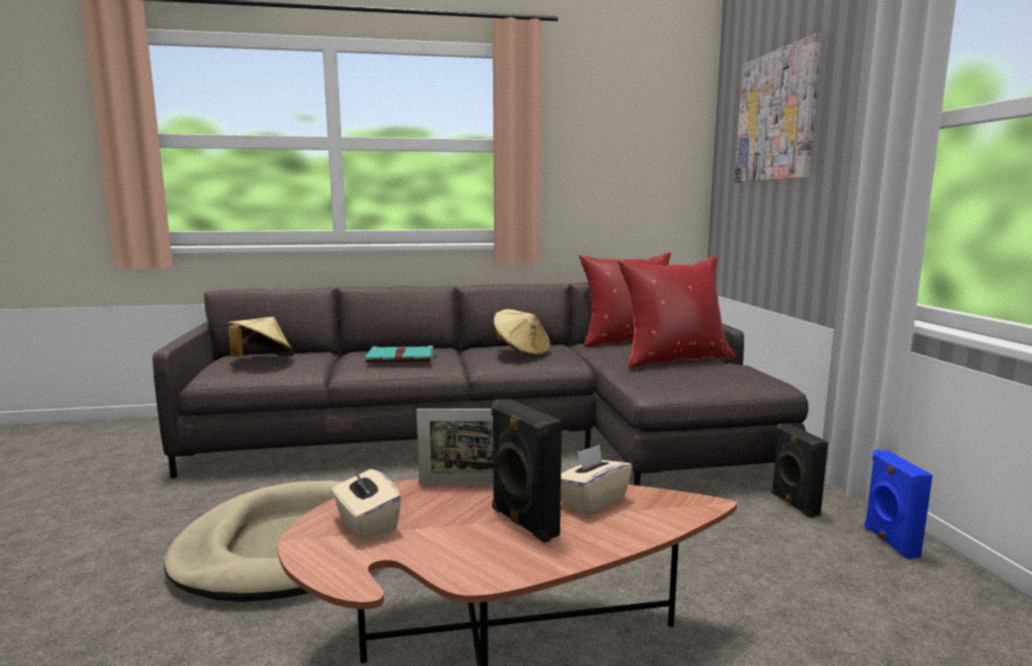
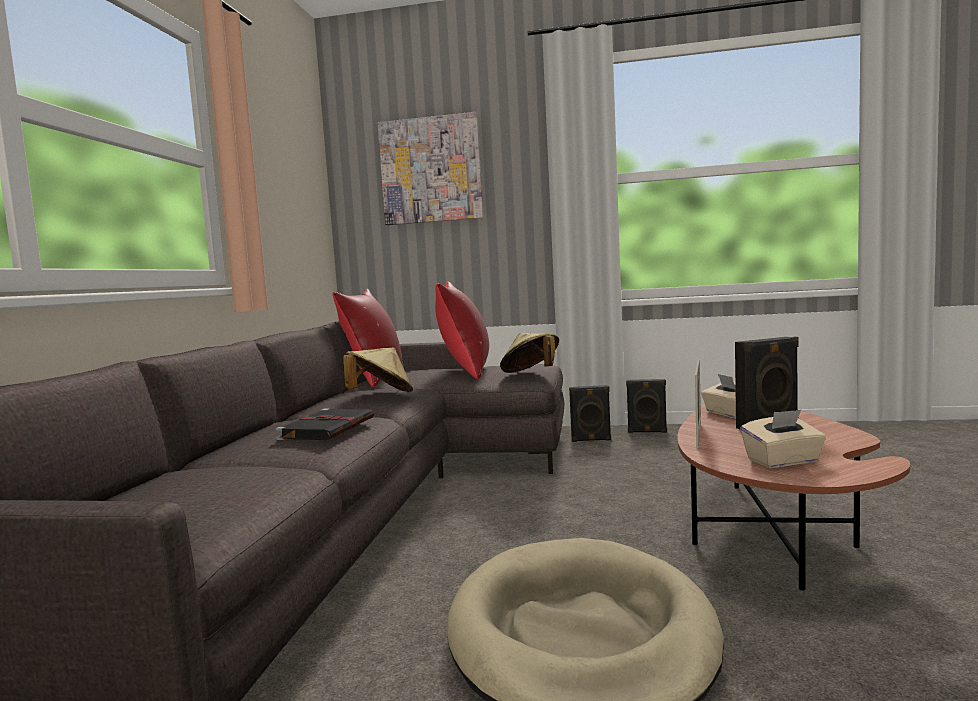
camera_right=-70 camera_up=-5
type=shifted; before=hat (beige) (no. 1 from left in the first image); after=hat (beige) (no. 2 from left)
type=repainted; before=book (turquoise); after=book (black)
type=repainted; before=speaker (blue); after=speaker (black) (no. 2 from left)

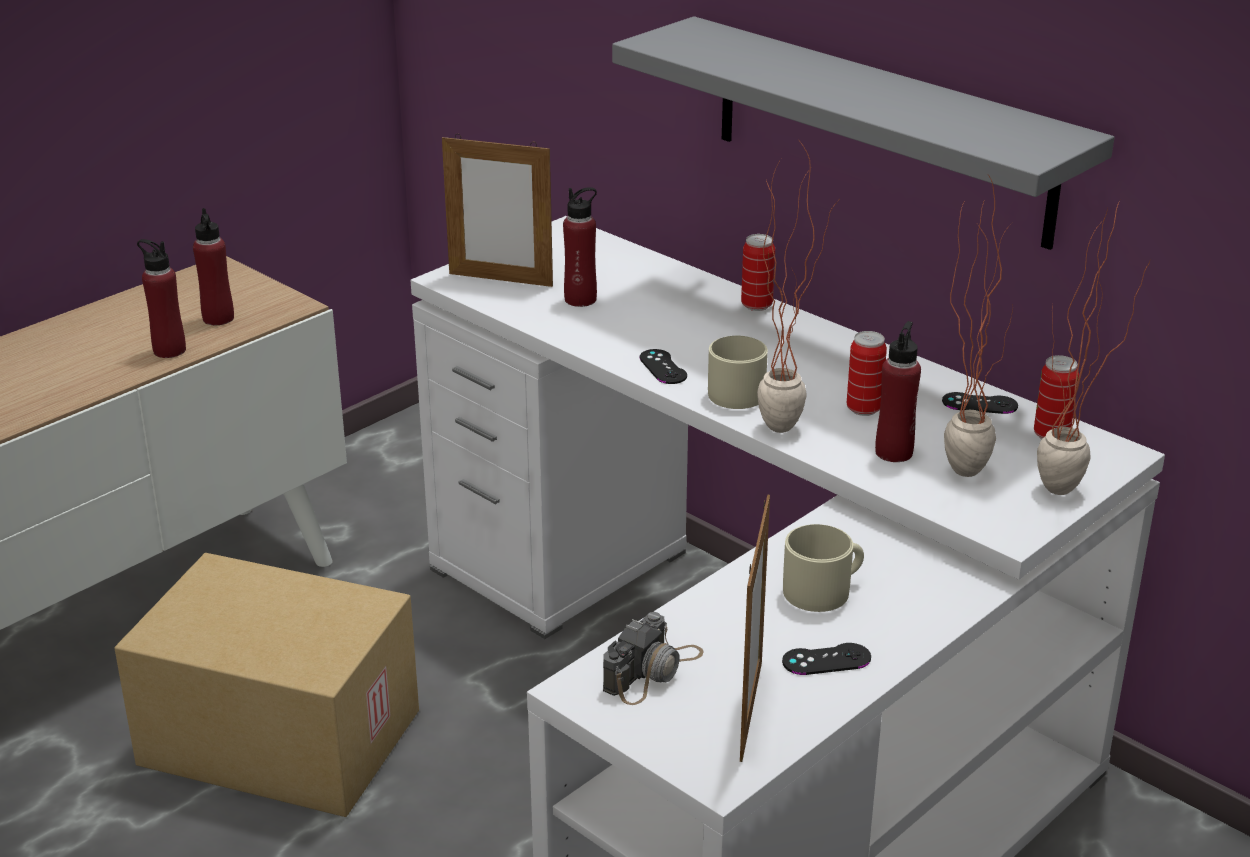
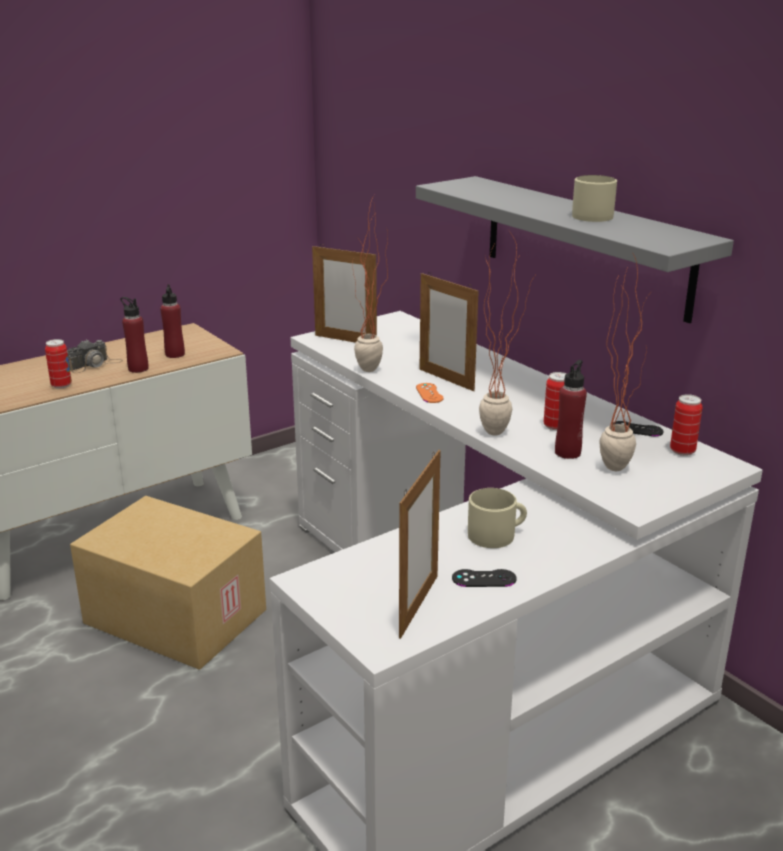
camera_right=10 camera_up=-5
type=gone; before=bottle (red) (no. 3 from left)
type=shifted; before=photo camera
type=repainted; before=game controller (black) (no. 1 from left); after=game controller (orange)
type=shifted; before=mug (beige) (no. 1 from left in the first image); after=mug (beige) (no. 2 from left)
type=shifted; before=can (no. 1 from left)
type=shifted; before=potted plant (no. 3 from left in the first image); after=potted plant (no. 1 from left)
type=new; after=picture frame (no. 3 from left)

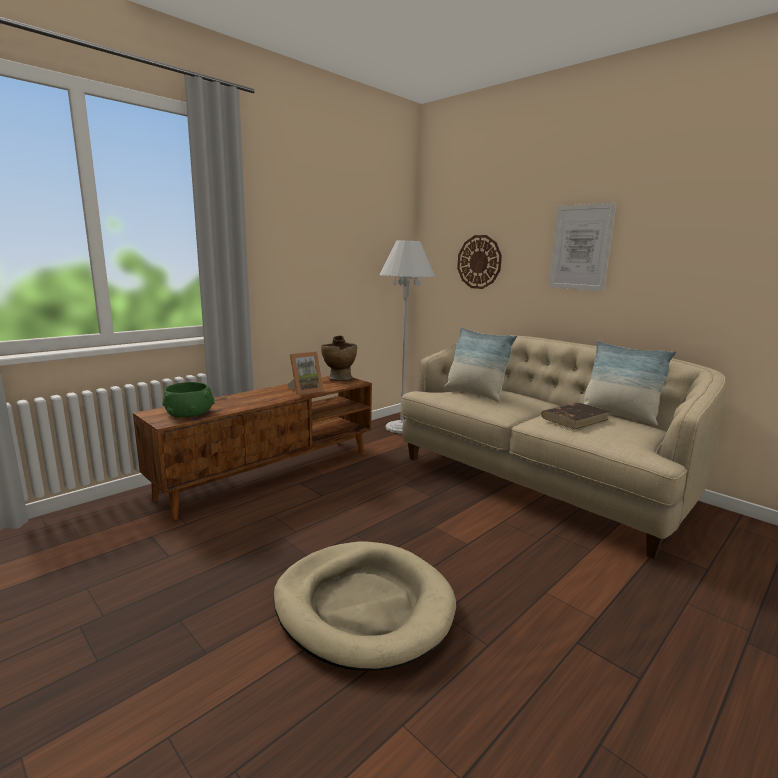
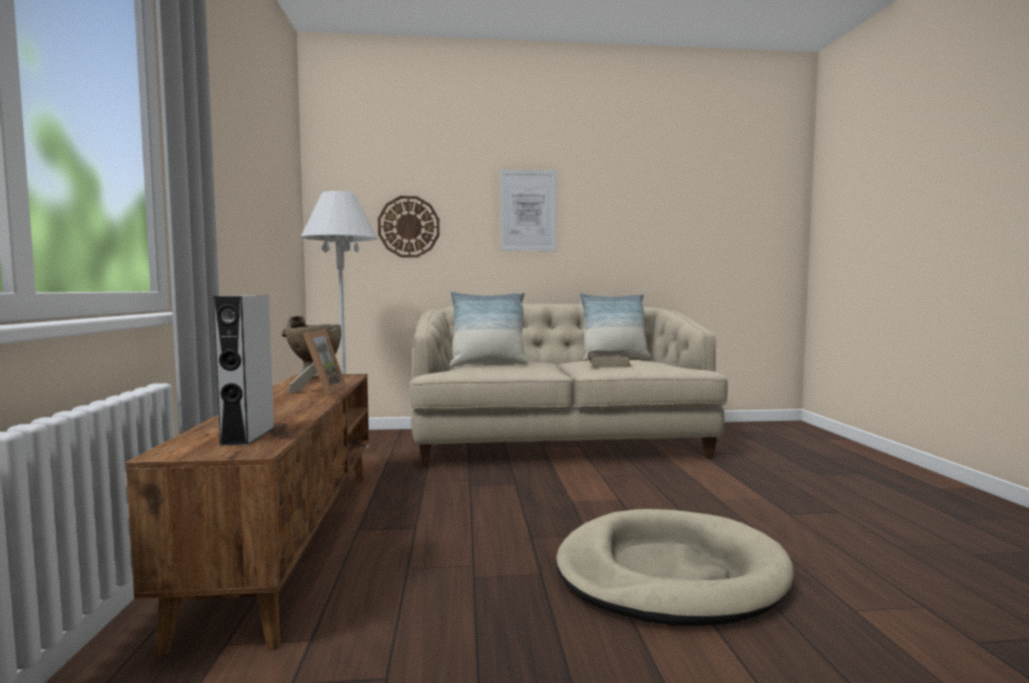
camera_right=-50 camera_up=-10
type=swapped; before=bowl (green); after=speaker (grey)

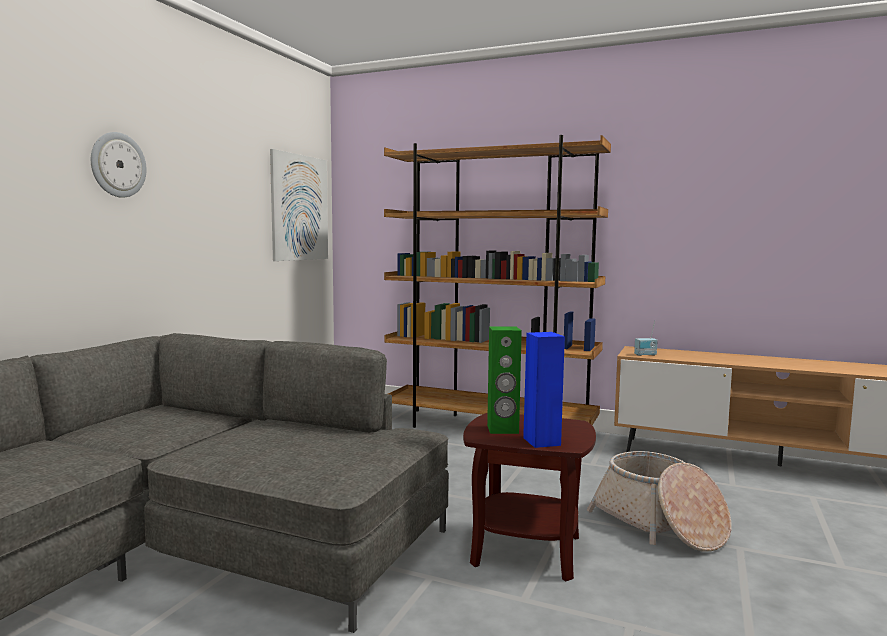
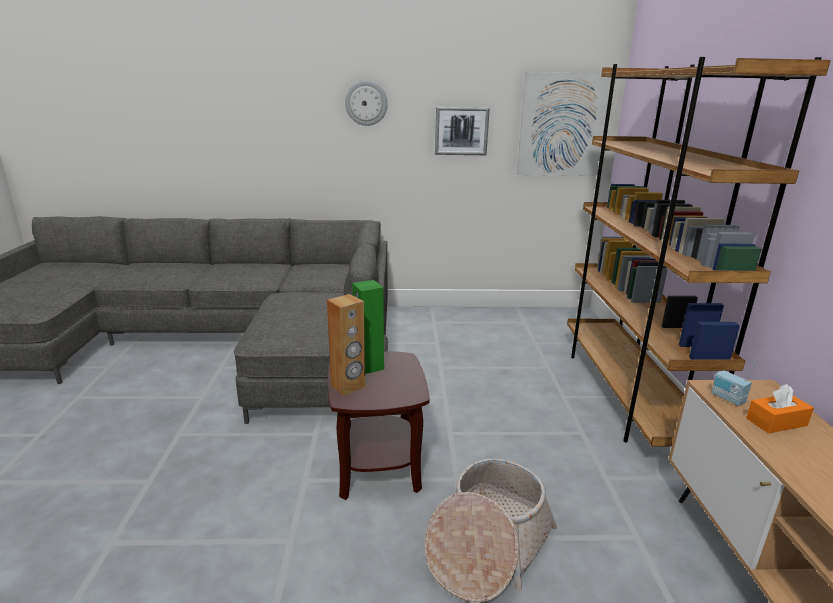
camera_right=65 camera_up=15
type=repainted; before=speaker (blue); after=speaker (brown)
type=new; after=picture (no. 1 from left)
type=new; after=tissue box (orange)

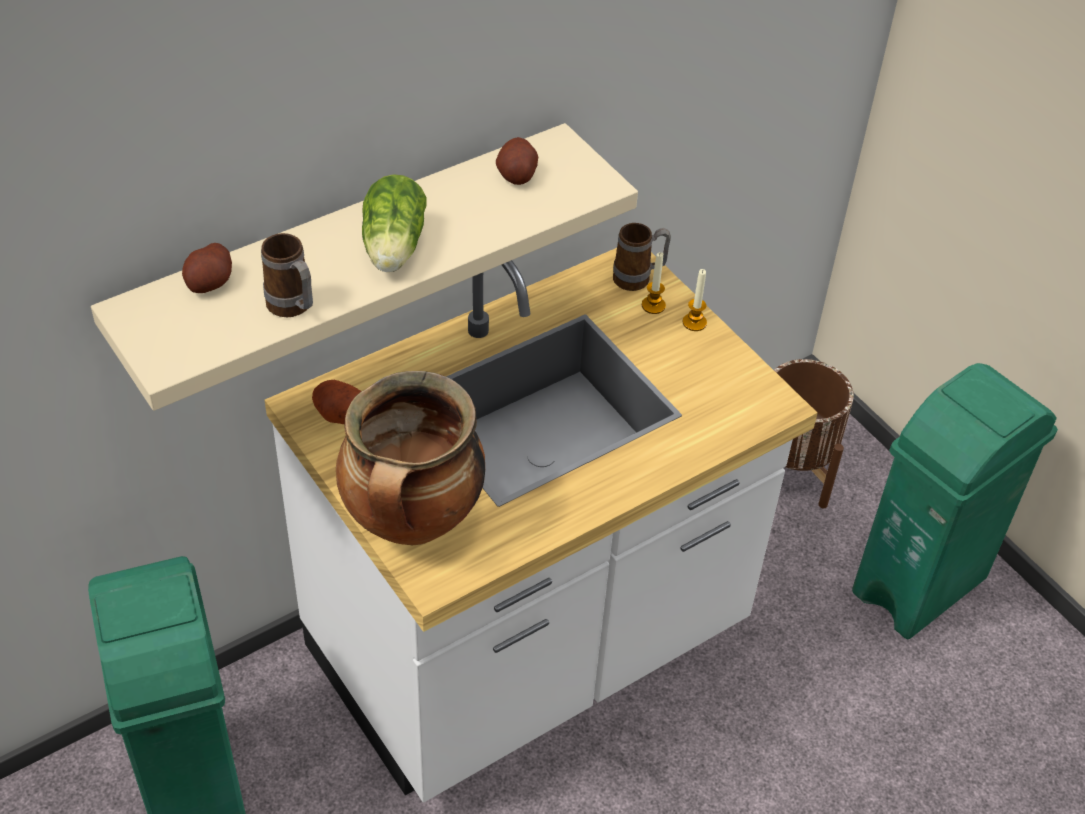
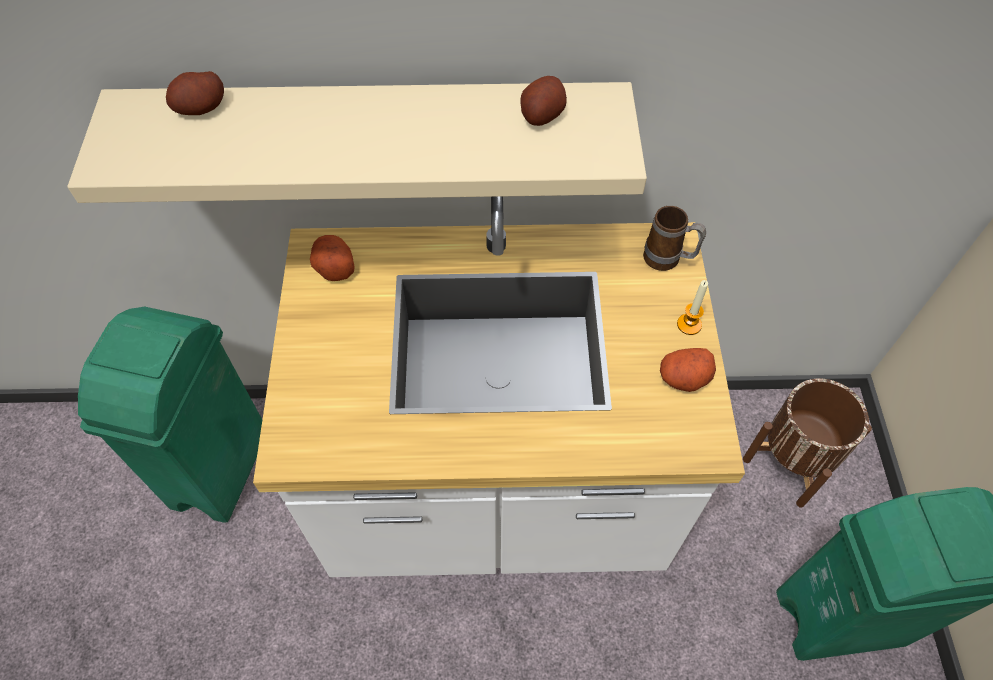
camera_right=35 camera_up=10
type=gone; before=mug (no. 1 from left)
type=gone; before=cooking pot
type=gone; before=lettuce
type=gone; before=candle (no. 1 from left)
type=new; after=potato (no. 4 from left)

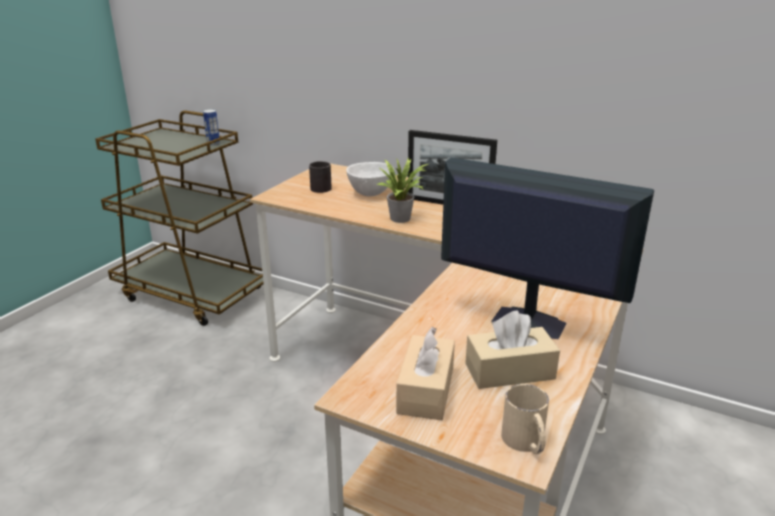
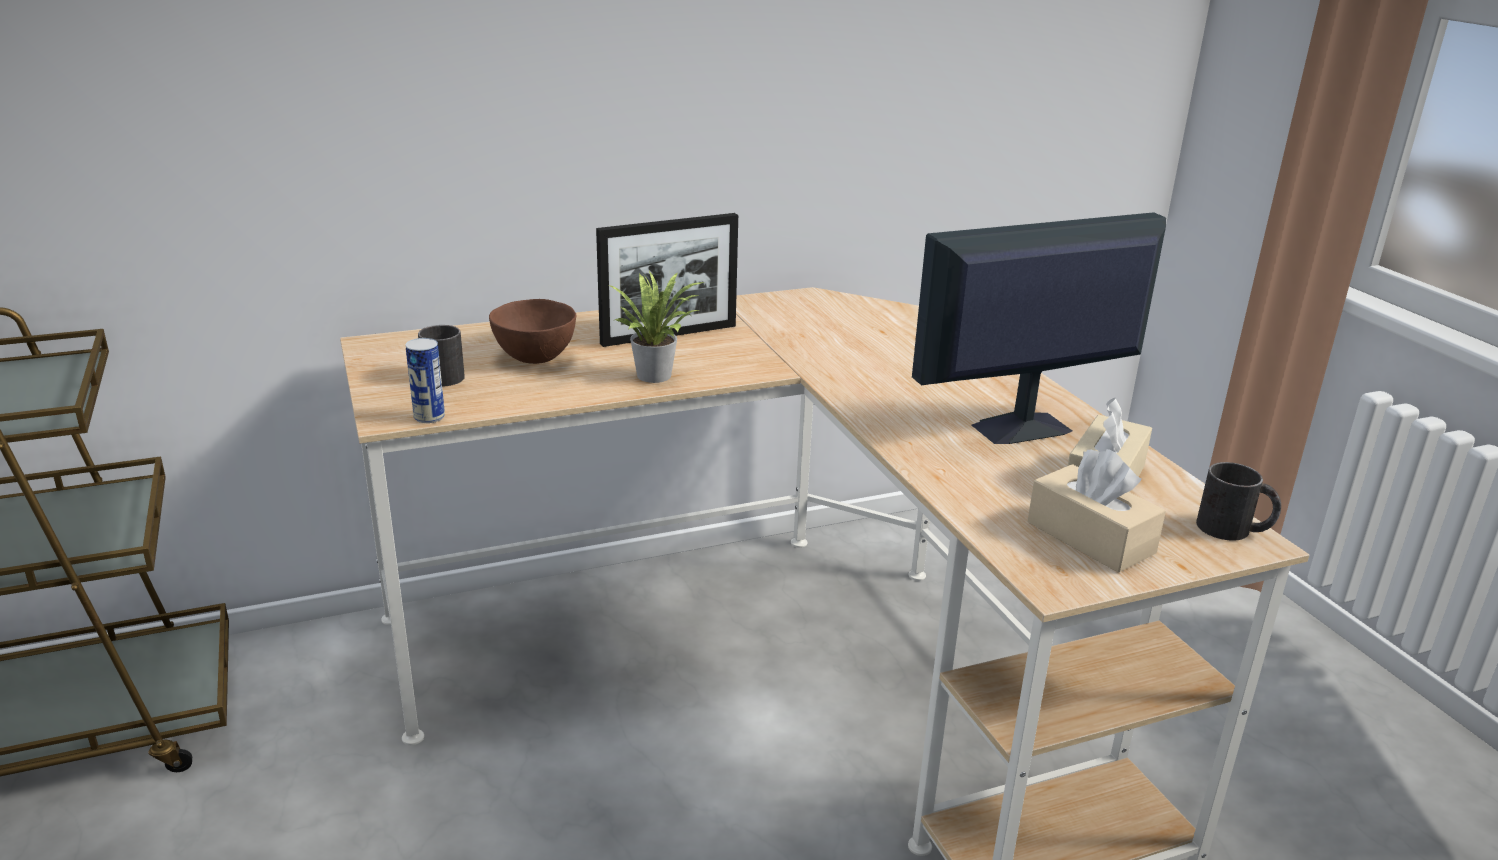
camera_right=-50 camera_up=0
type=shifted; before=can
type=repainted; before=bowl (white); after=bowl (brown)
type=repainted; before=mug (beige); after=mug (black) (no. 2 from left)

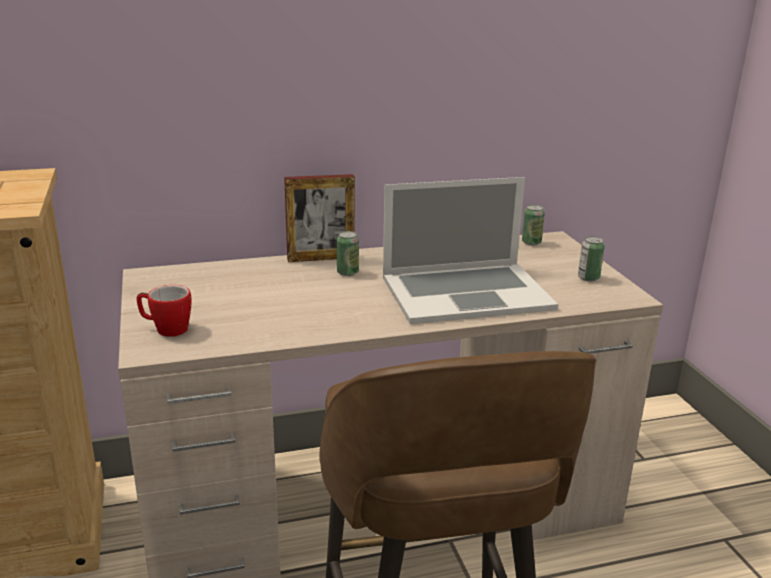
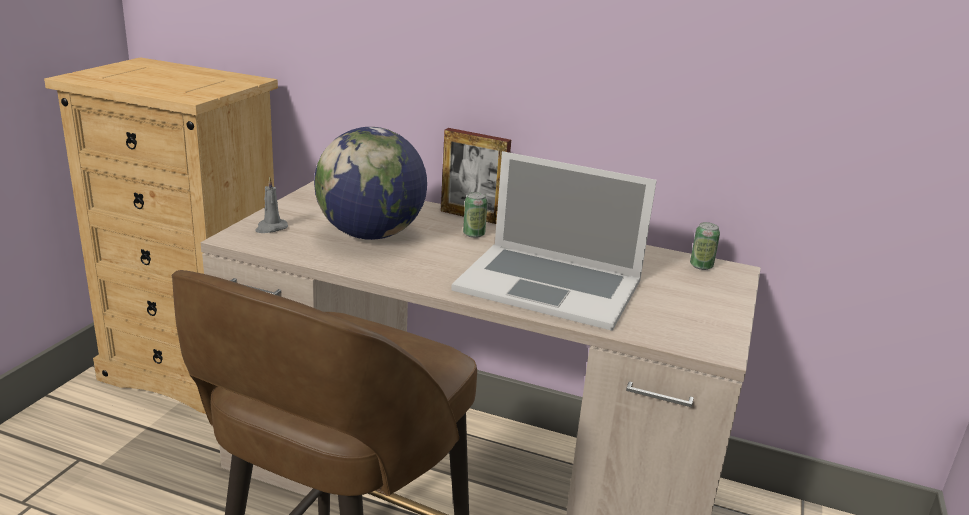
camera_right=35 camera_up=0
type=swapped; before=mug; after=candle (grey)
type=gone; before=can (no. 3 from left)
type=new; after=globe

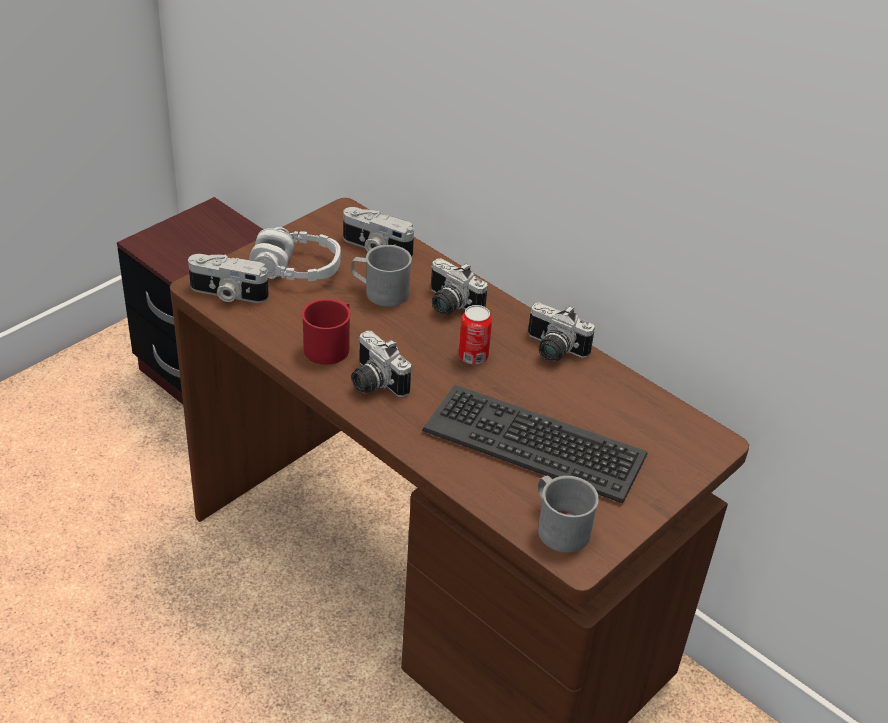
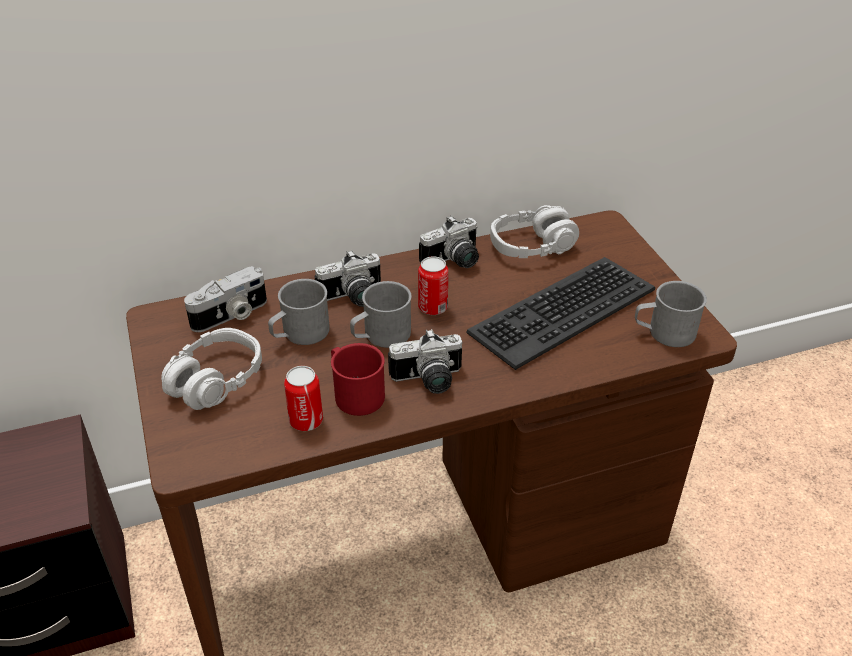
camera_right=-60 camera_up=0
type=gone; before=photo camera (no. 1 from left)
type=new; after=can (no. 1 from left)
type=new; after=mug (grey) (no. 2 from left)
type=new; after=headphones (grey) (no. 2 from left)

